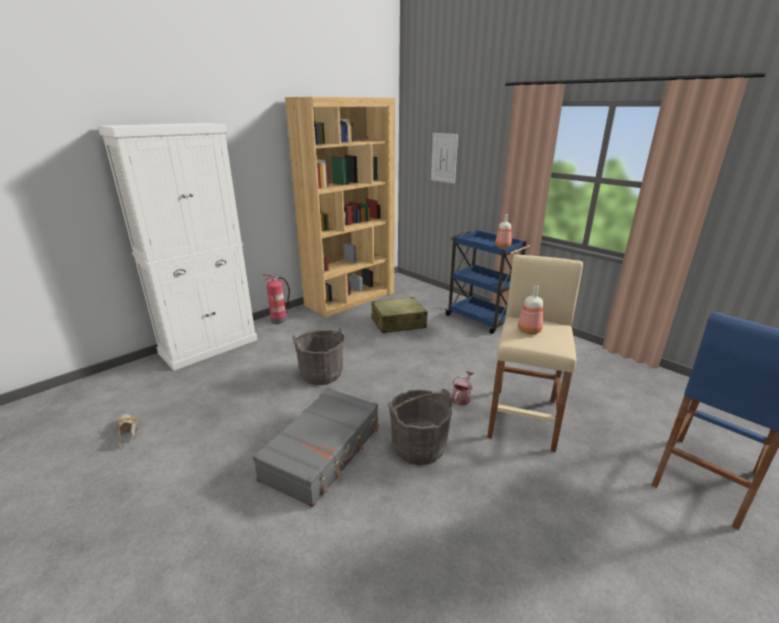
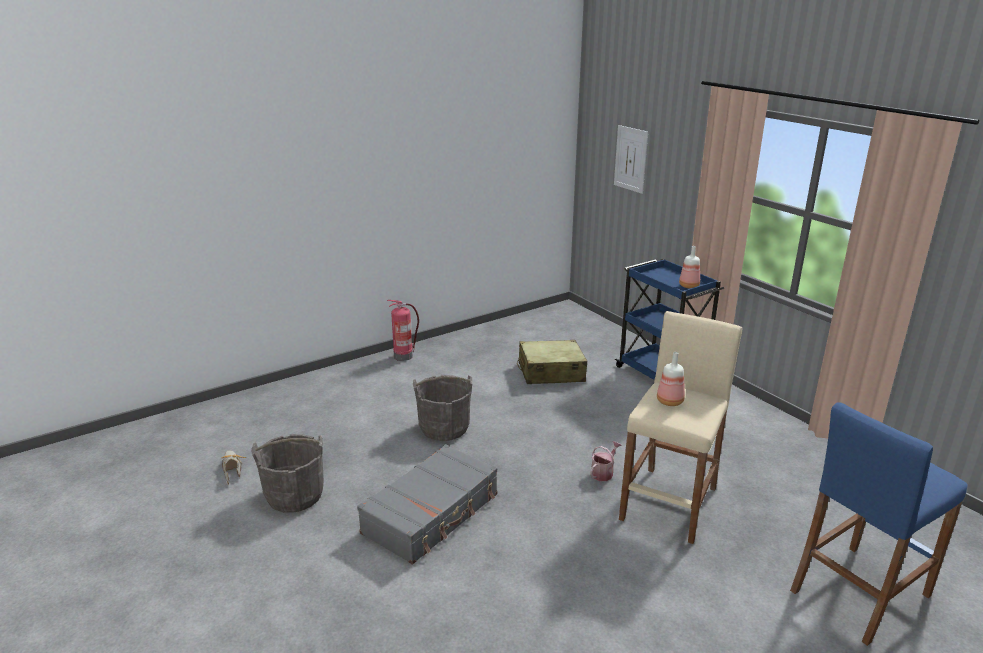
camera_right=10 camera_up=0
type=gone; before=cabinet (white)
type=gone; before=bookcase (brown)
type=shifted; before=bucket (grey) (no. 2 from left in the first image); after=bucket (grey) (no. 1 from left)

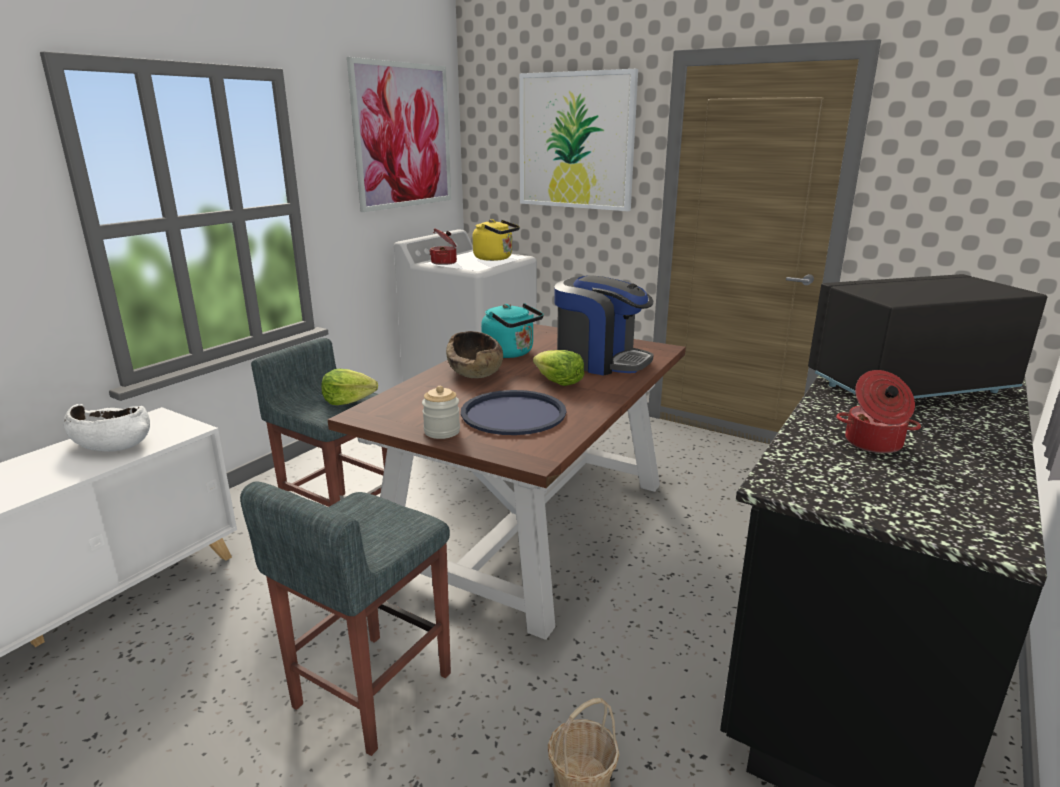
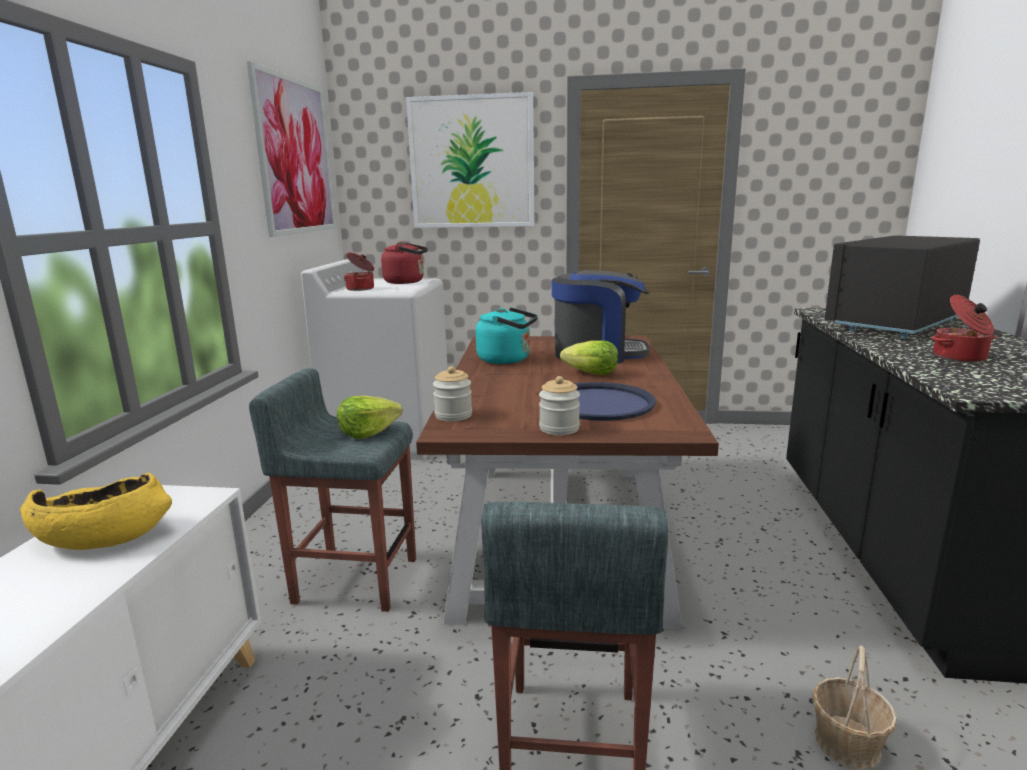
camera_right=-25 camera_up=-5
type=repainted; before=bowl (white); after=bowl (yellow)
type=gone; before=bowl (brown)
type=repainted; before=kettle (yellow); after=kettle (red)
type=new; after=jar (no. 1 from left)

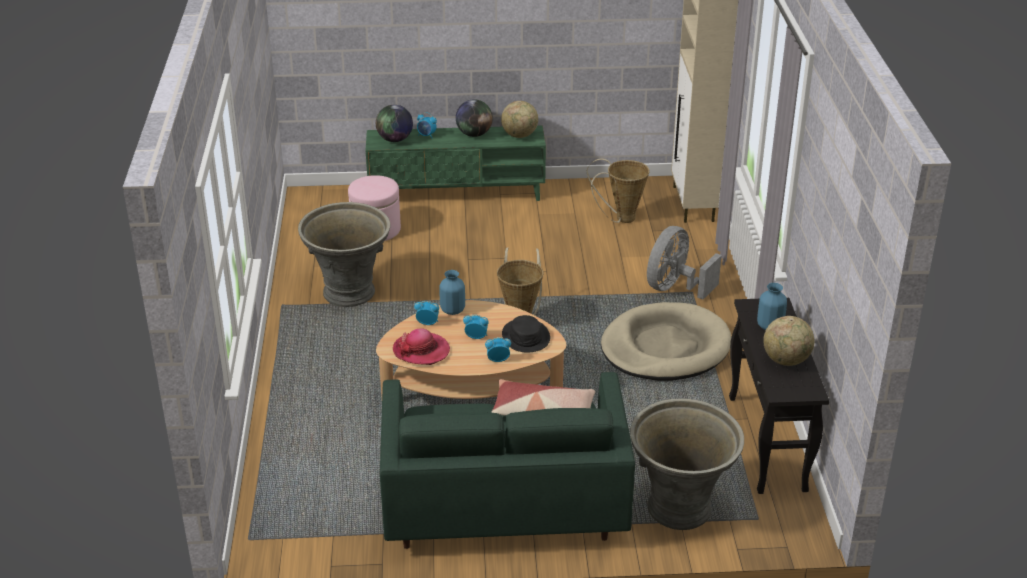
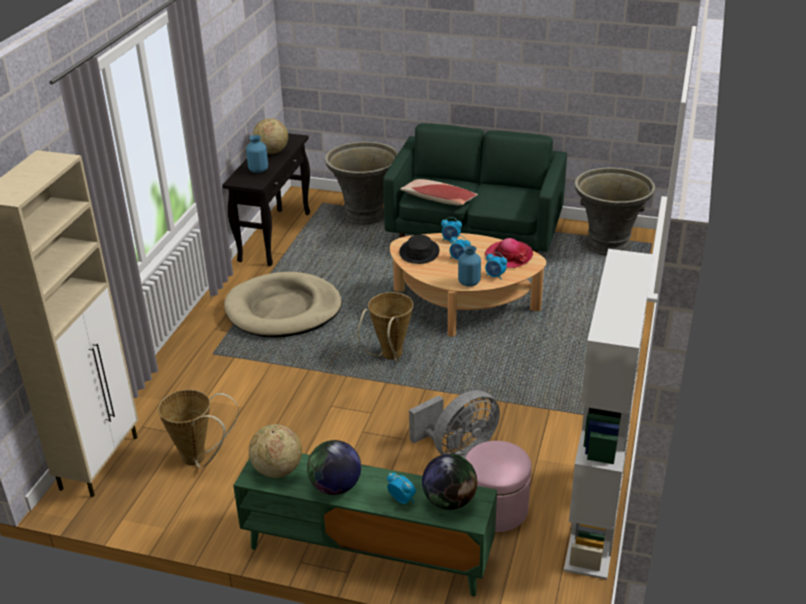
camera_right=-160 camera_up=0
type=shifted; before=planter (grey) (no. 1 from left in the first image); after=planter (grey) (no. 2 from left)
type=shifted; before=fan (grey)
type=new; after=bookcase (white)

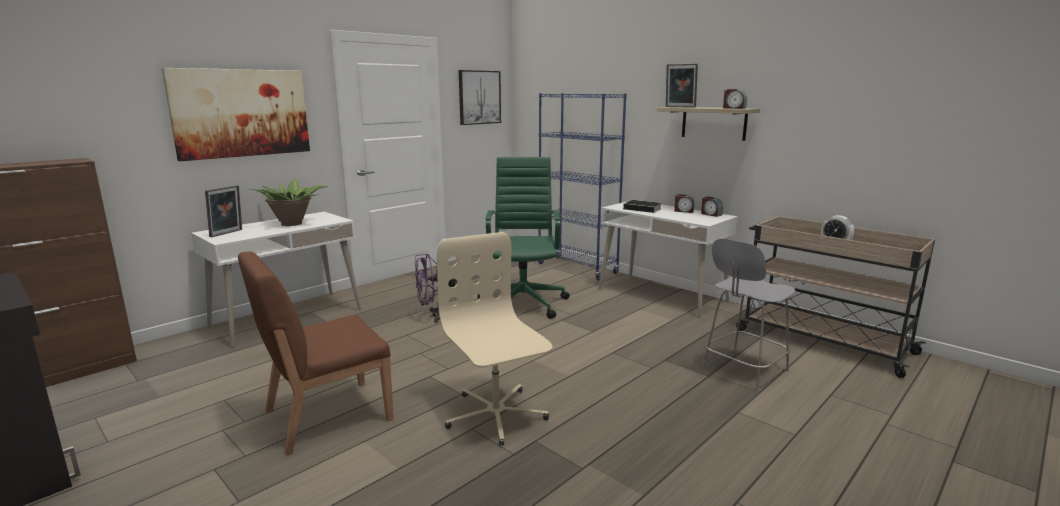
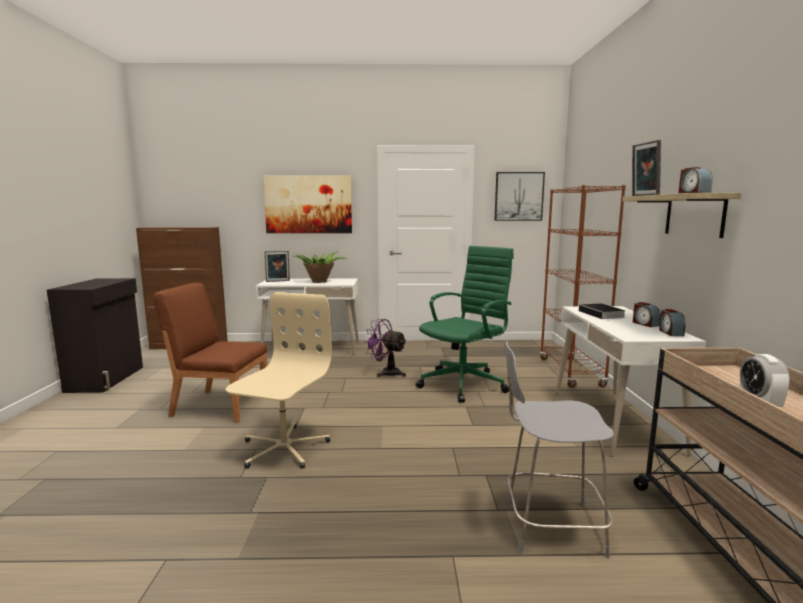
camera_right=45 camera_up=-5
type=repainted; before=bookcase (blue); after=bookcase (brown)

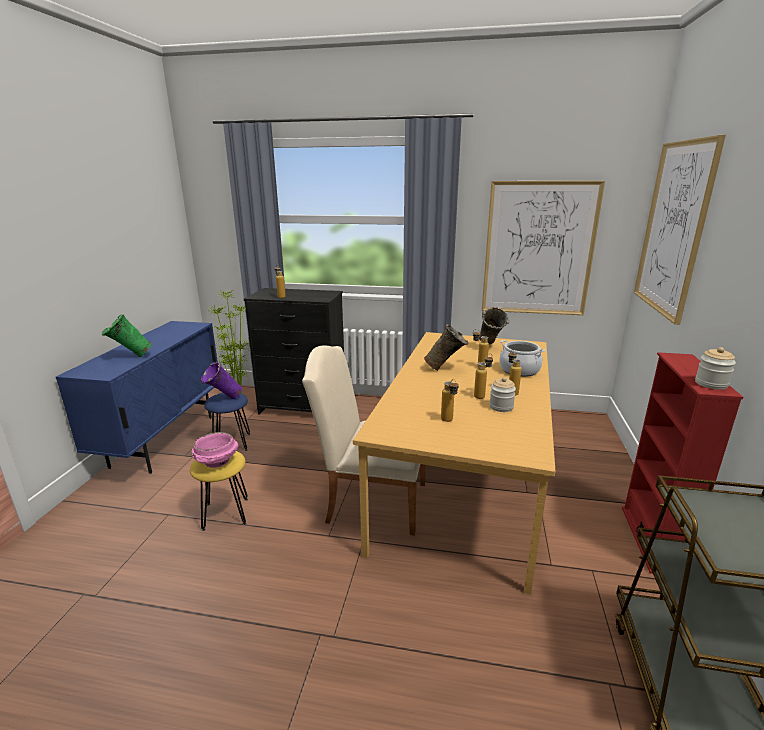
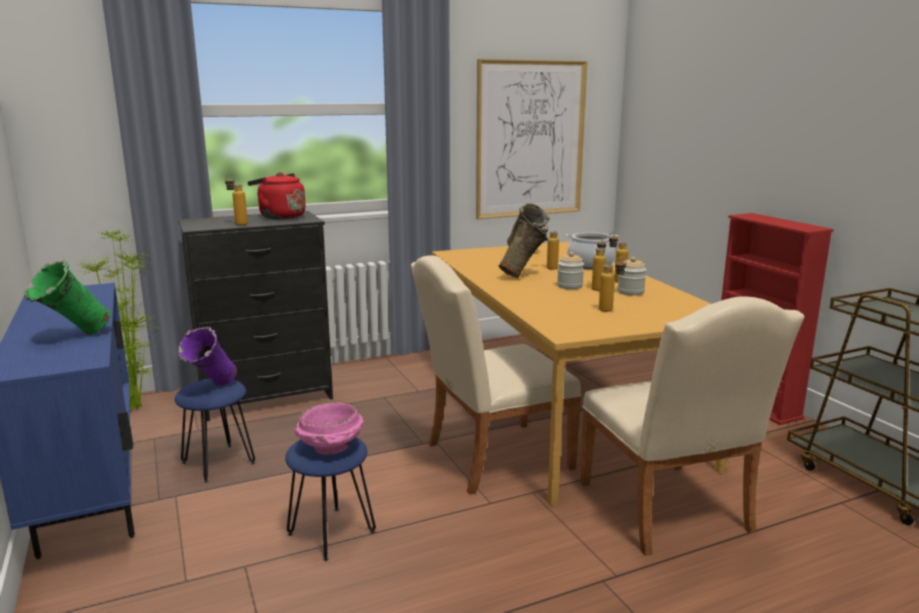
camera_right=-35 camera_up=-5
type=repainted; before=stool (yellow); after=stool (blue) (no. 2 from left)
type=gone; before=picture (no. 2 from left)
type=shifted; before=jar (no. 2 from left in the first image); after=jar (no. 1 from left)
type=new; after=kettle (red)
type=new; after=chair (beige) (no. 2 from left)

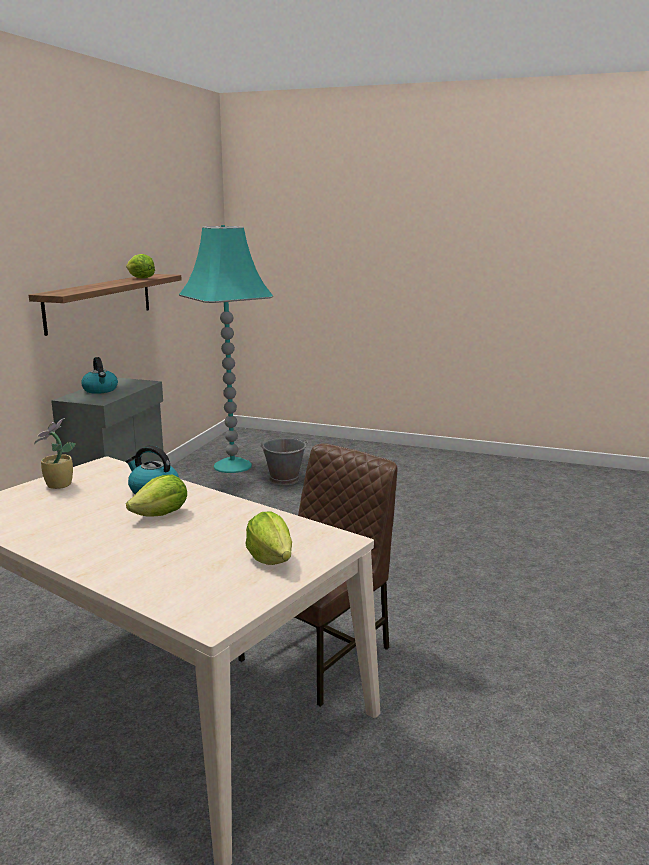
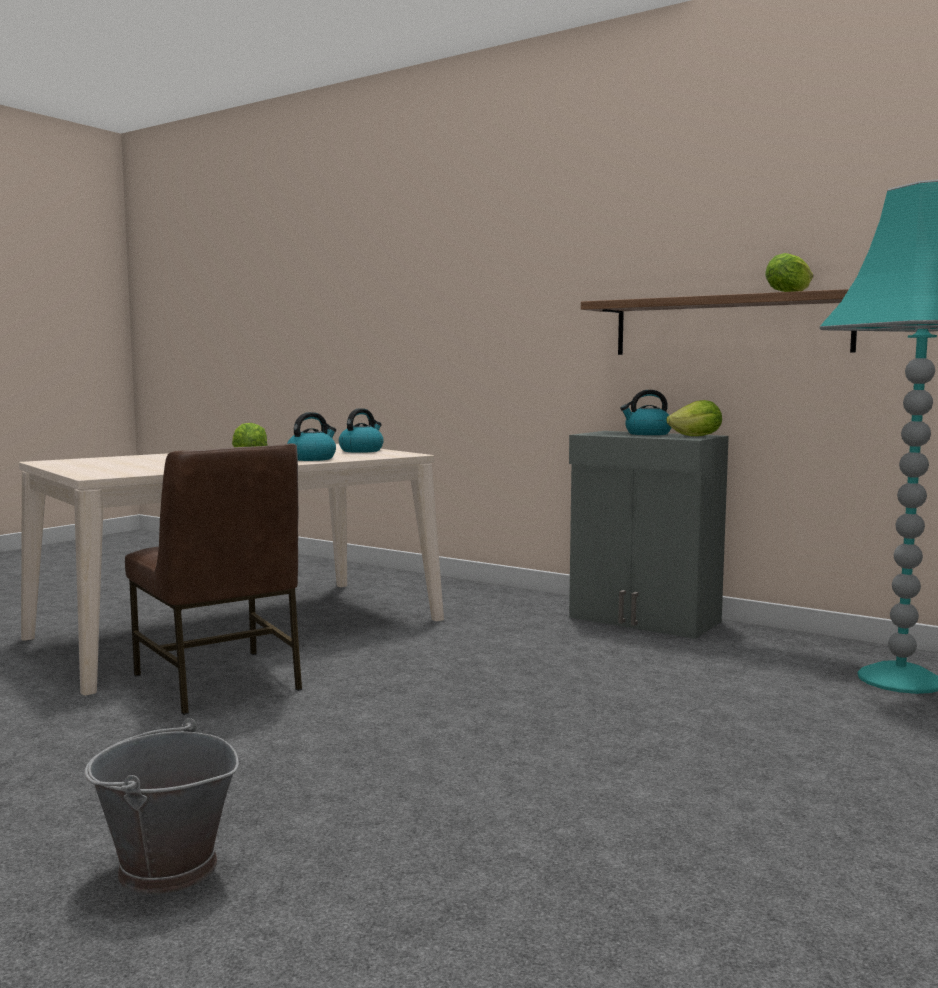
camera_right=105 camera_up=-10
type=swapped; before=potted plant; after=kettle (no. 2 from left)
type=shifted; before=lettuce (no. 3 from left in the first image); after=lettuce (no. 2 from left)
type=shifted; before=bucket (grey)

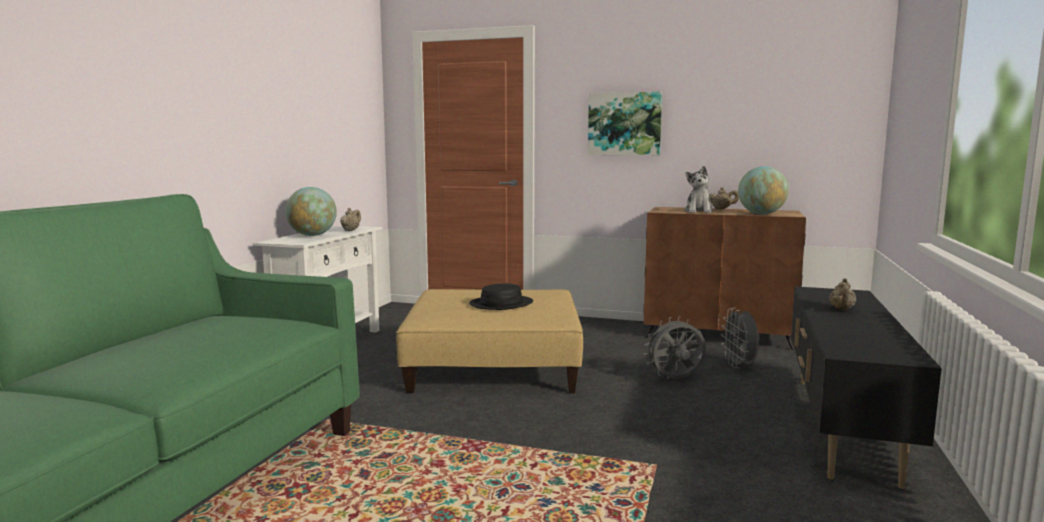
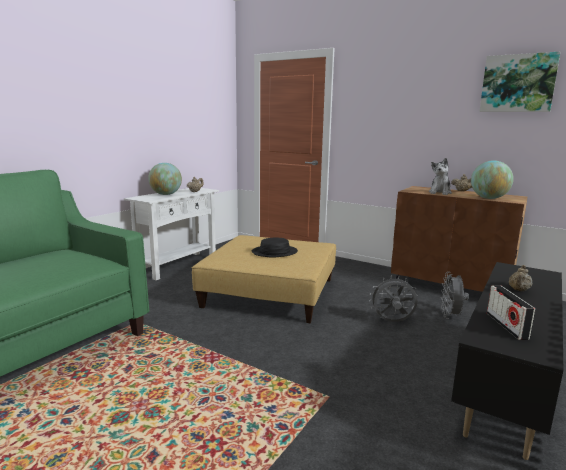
camera_right=15 camera_up=5
type=shifted; before=picture
type=new; after=radio

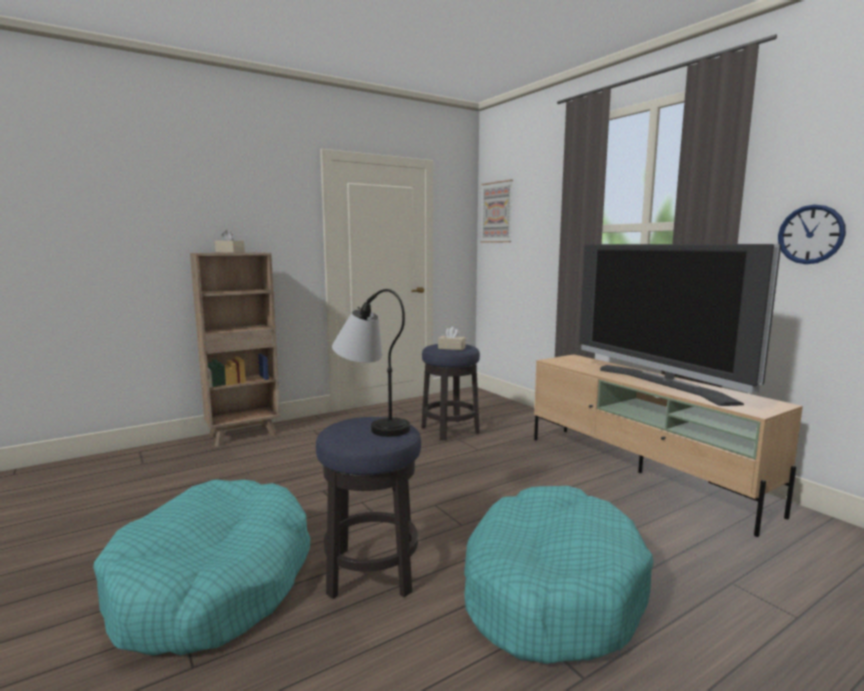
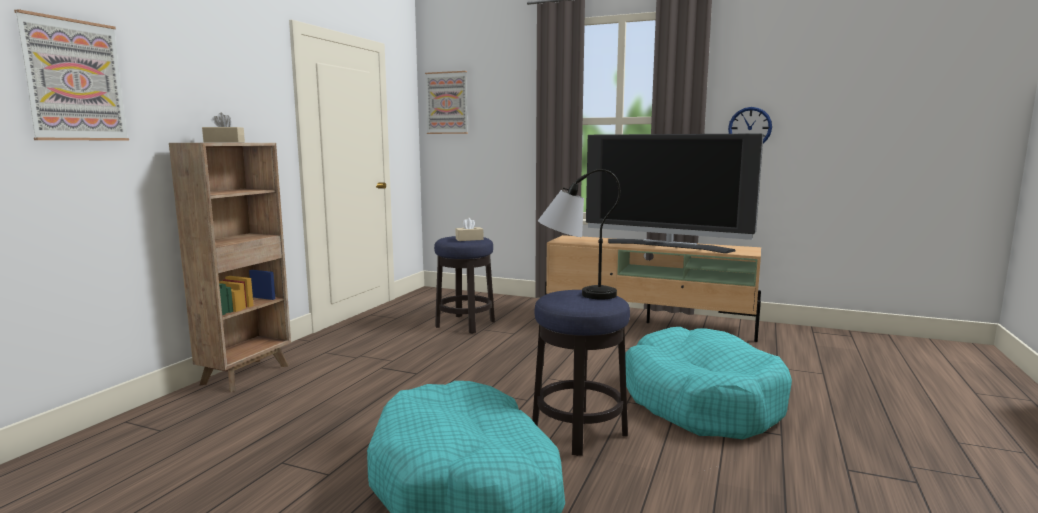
camera_right=-35 camera_up=0
type=new; after=picture (no. 1 from left)

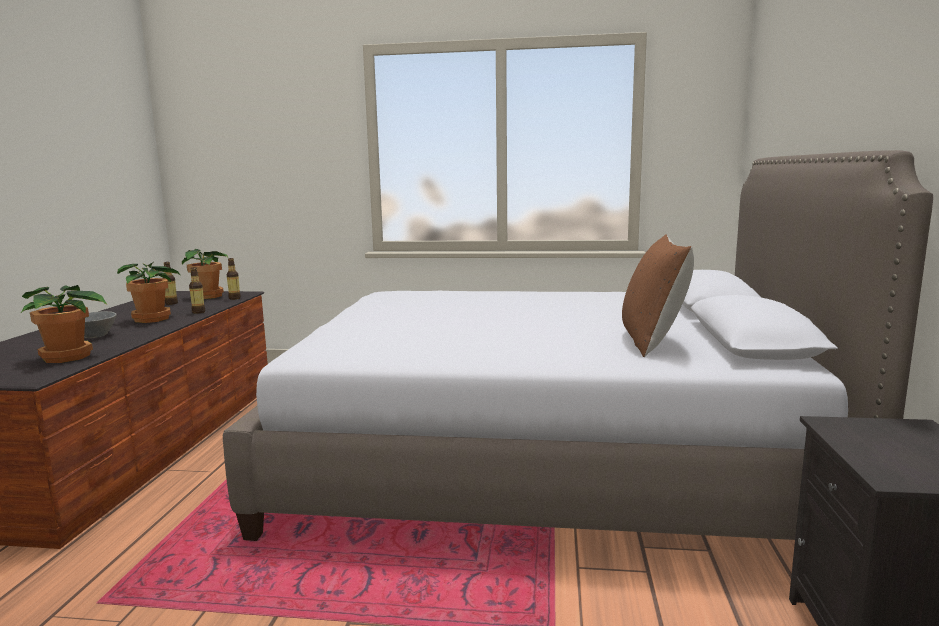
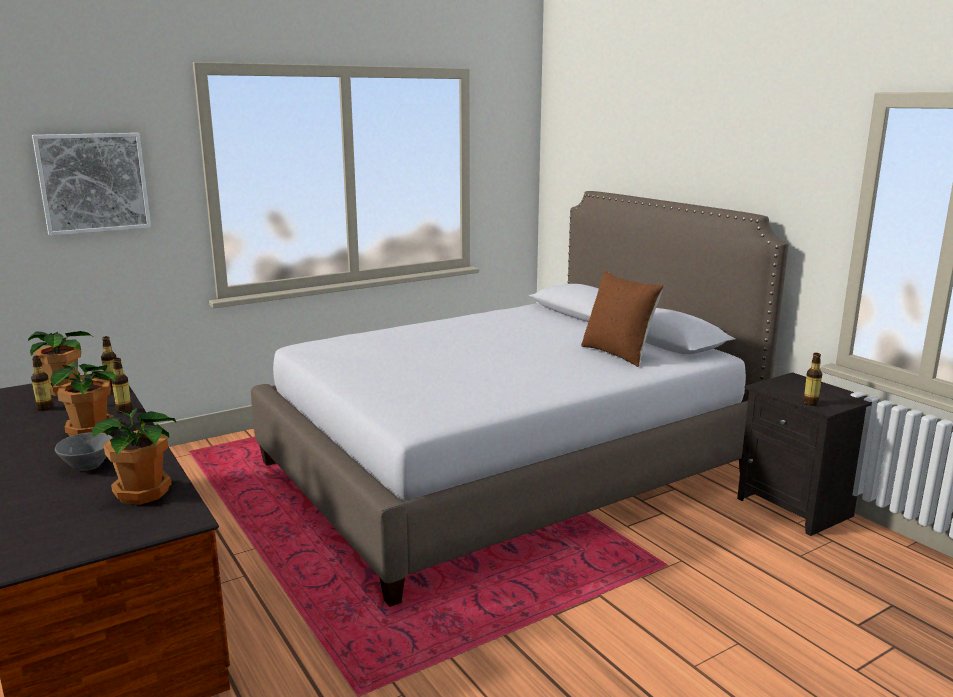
camera_right=-40 camera_up=5
type=new; after=picture
type=new; after=bottle (no. 4 from left)

